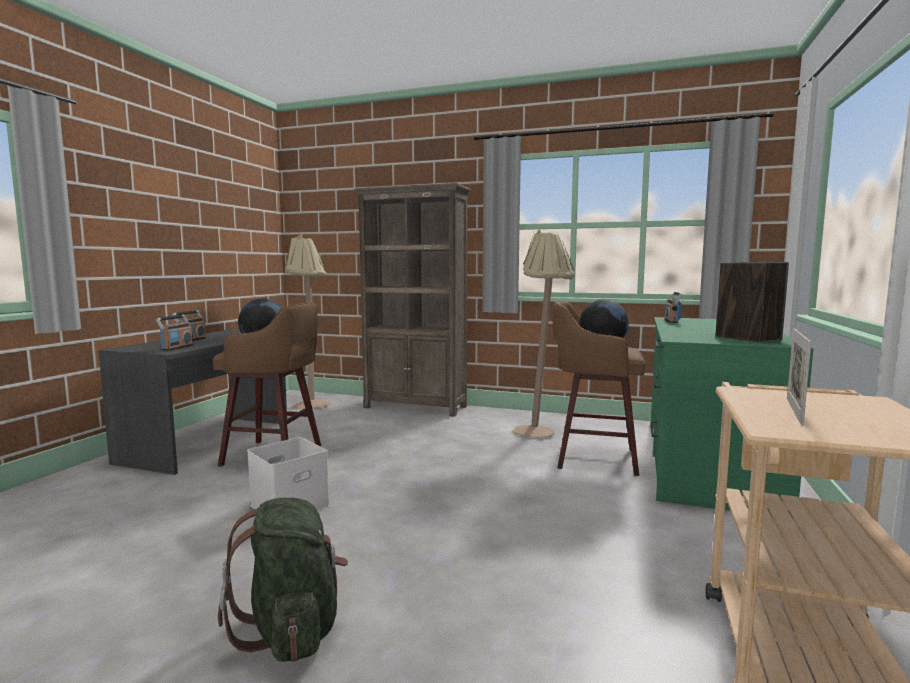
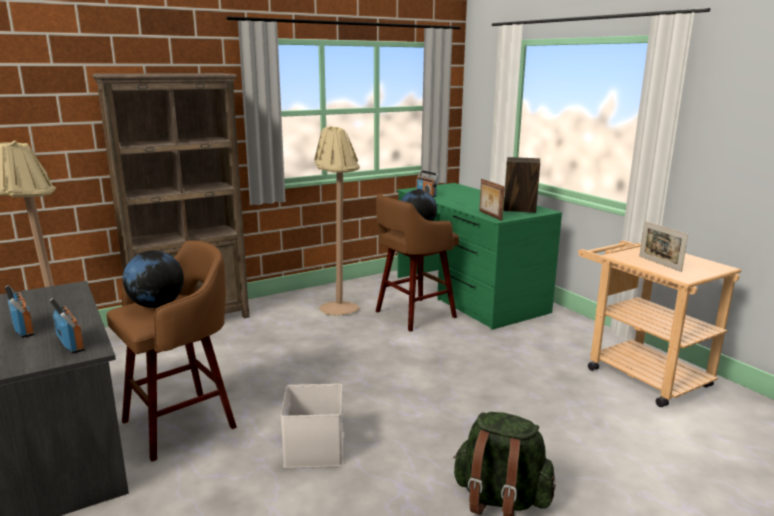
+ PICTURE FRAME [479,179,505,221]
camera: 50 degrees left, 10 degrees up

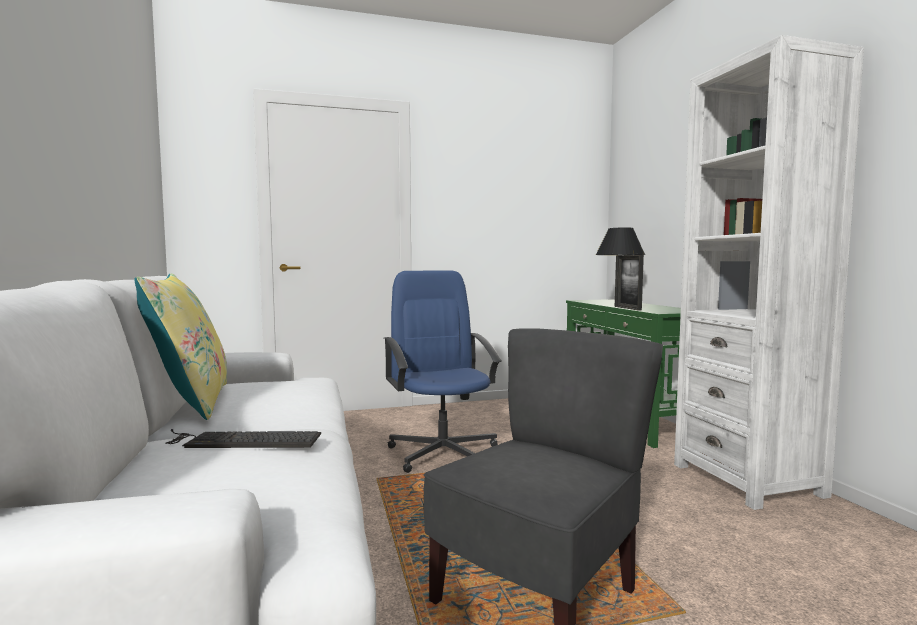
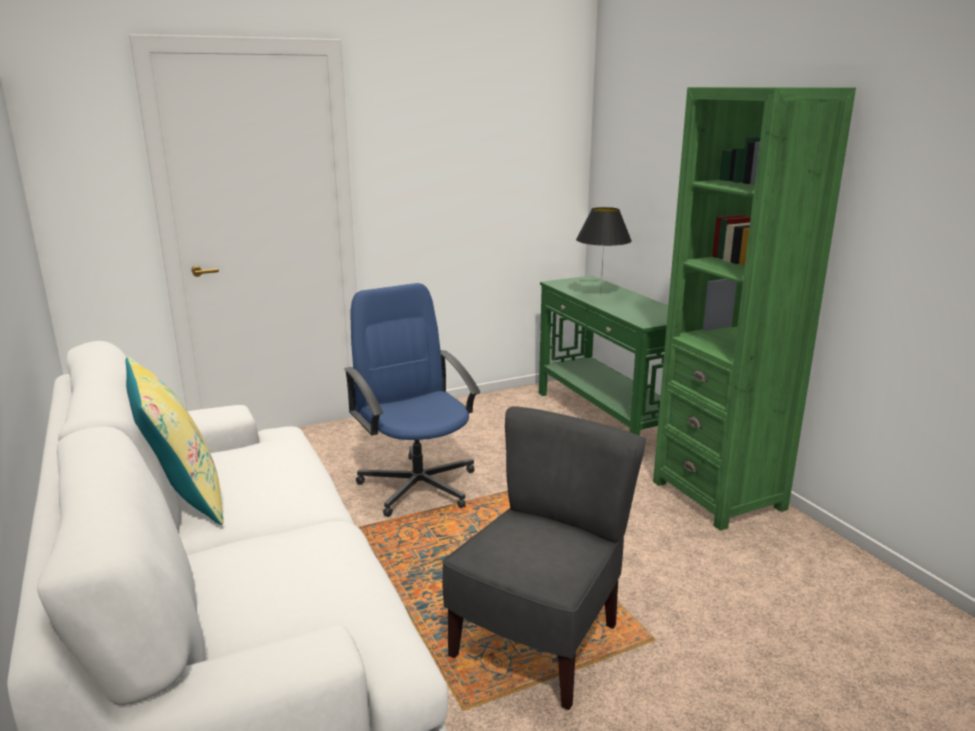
~ WHITE BOOKCASE [674,35,864,510] to GREEN BOOKCASE [653,87,856,531]
- KEYBOARD [165,429,321,448]
- PICTURE FRAME [615,255,644,310]
camera: 10 degrees left, 15 degrees up

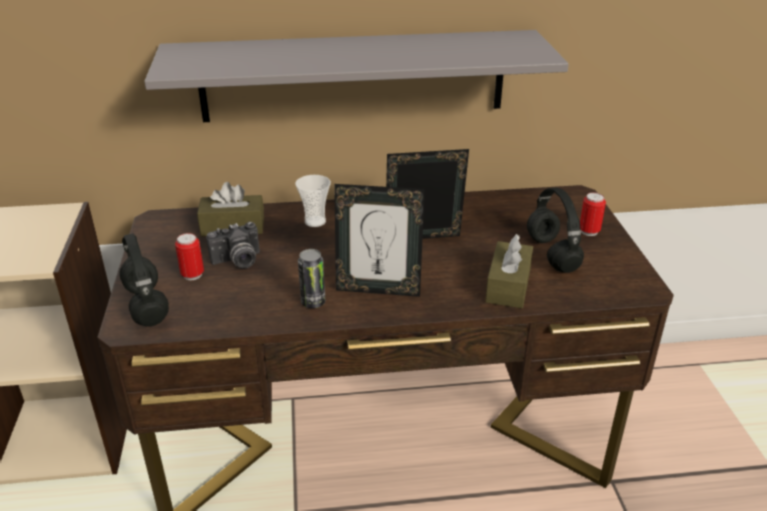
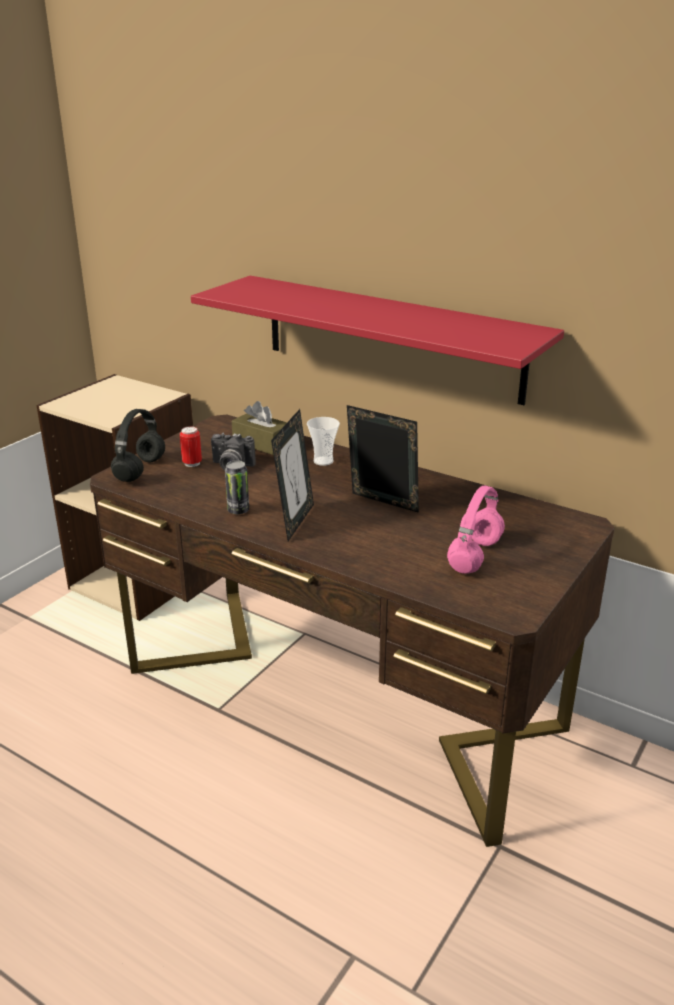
~ GREY SHELF [144,30,569,122] to RED SHELF [191,276,564,405]
~ PICTURE FRAME [334,184,425,297] = [271,409,314,541] 120 degrees counterclockwise
~ BLACK HEADPHONES [527,188,584,273] to PINK HEADPHONES [447,485,505,574]
- BROWN TISSUE BOX [485,234,533,308]
- CAN [580,192,606,236]
camera: 40 degrees right, 5 degrees down

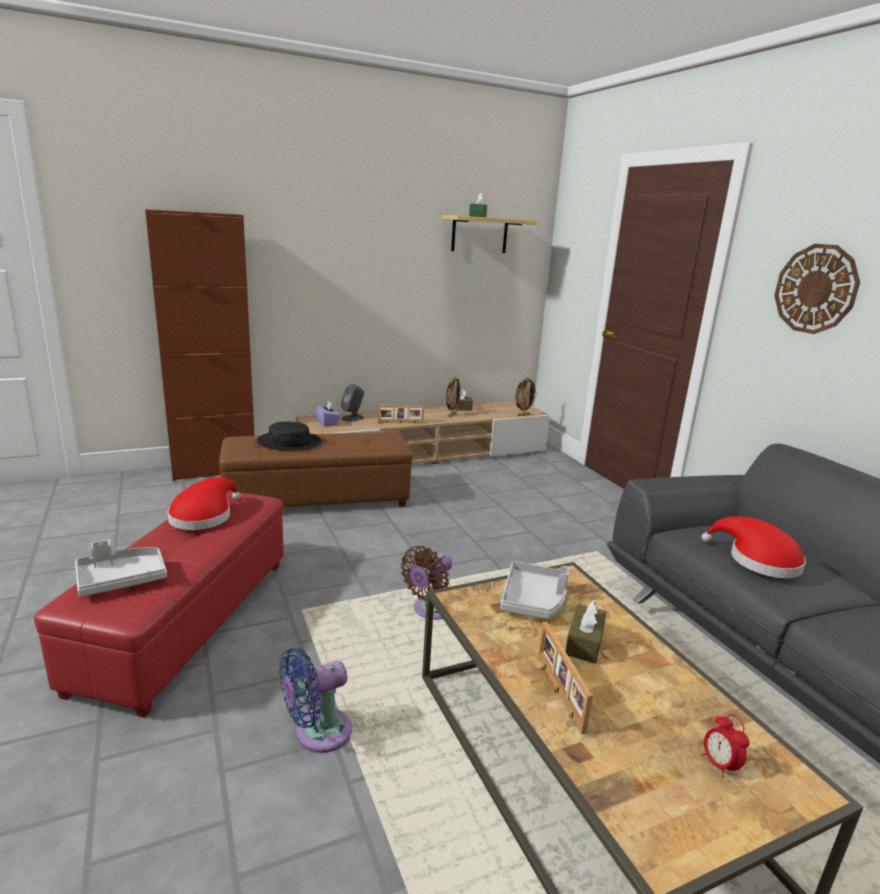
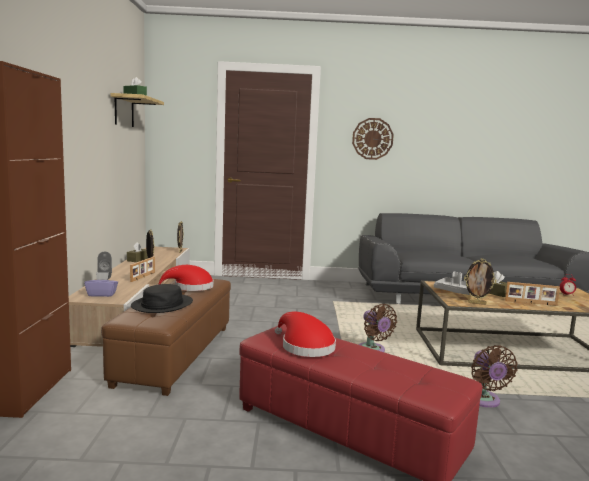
~ RED HAT [702,516,806,578] to [157,265,214,291]
+ PICTURE FRAME [464,258,497,305]
~ BLUE FAN [279,648,352,753] to BROWN FAN [471,345,518,408]
- GREY TRAY [75,539,167,597]
camera: 65 degrees left, 10 degrees down

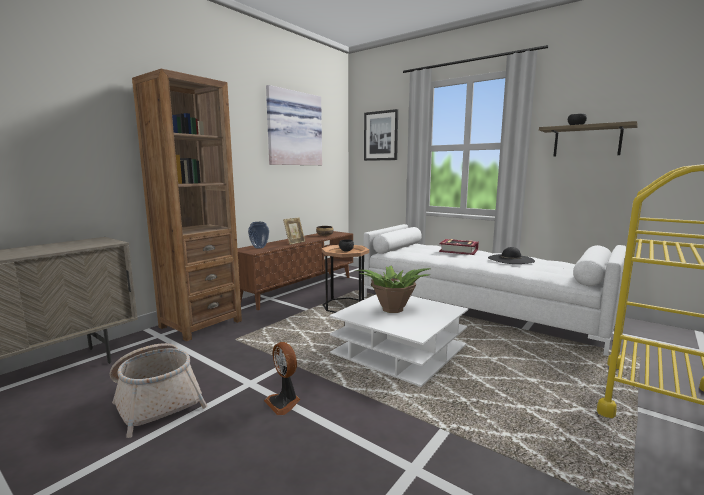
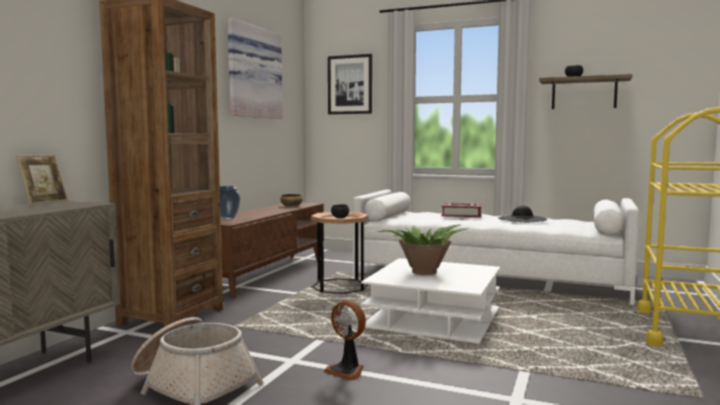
~ PICTURE FRAME [283,218,305,245] to [16,155,68,205]
camera: 15 degrees left, 5 degrees down

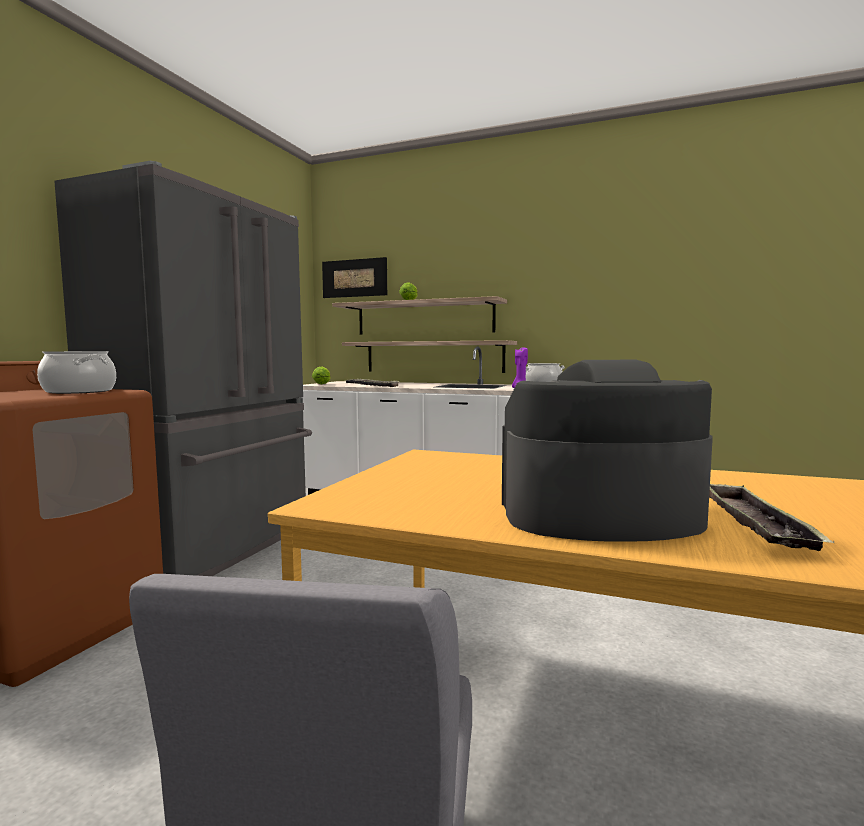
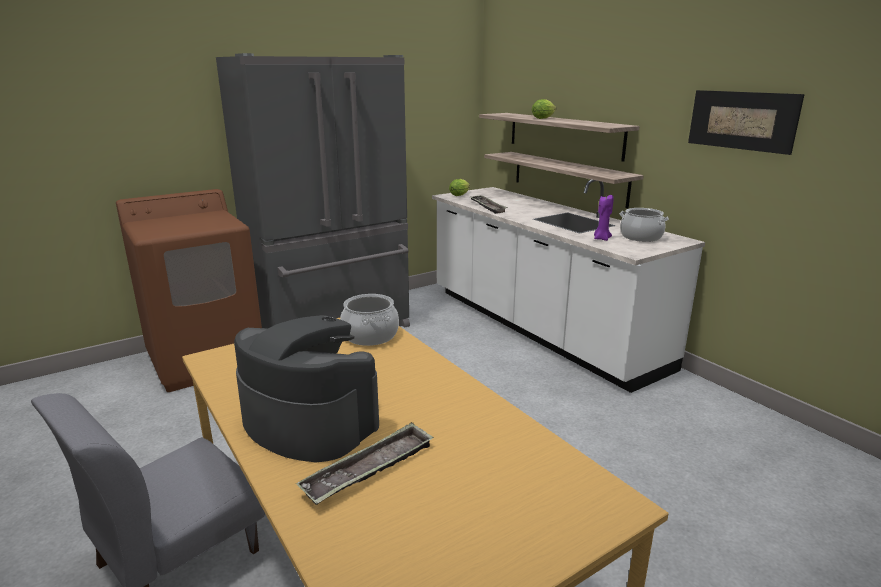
~ COOKING POT [37,351,116,394] to [340,294,399,346]
~ PICTURE [322,257,387,298] to [688,90,805,155]
camera: 35 degrees right, 15 degrees up

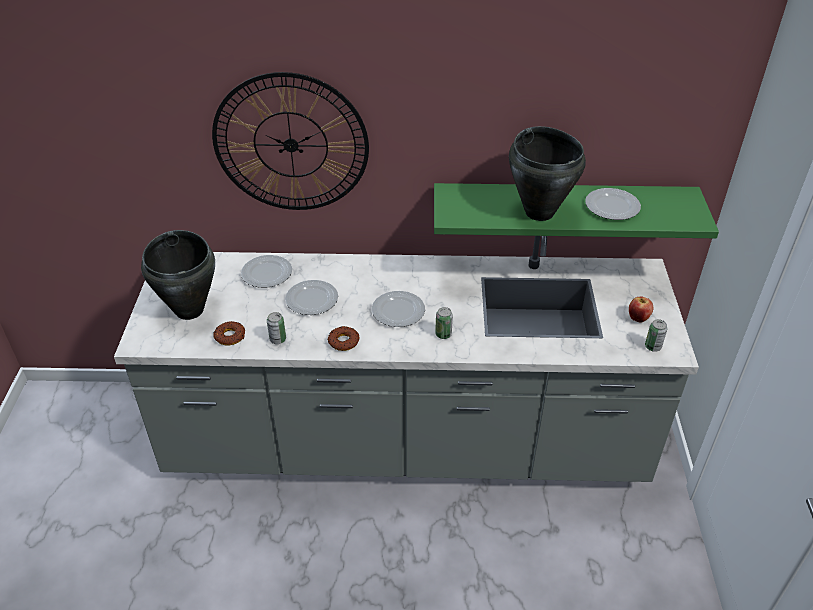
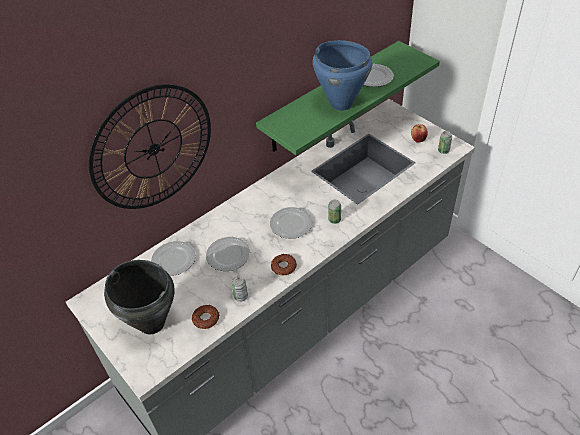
~ BLACK COOKING POT [509,126,586,221] to BLUE COOKING POT [313,40,372,111]
camera: 40 degrees left, 5 degrees up

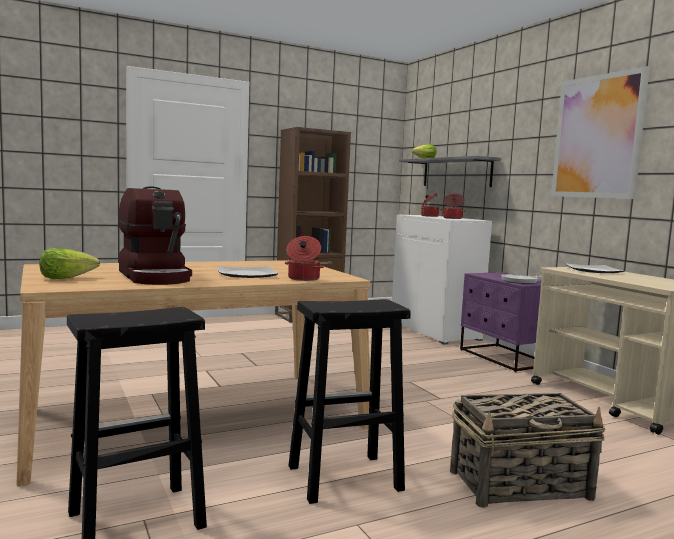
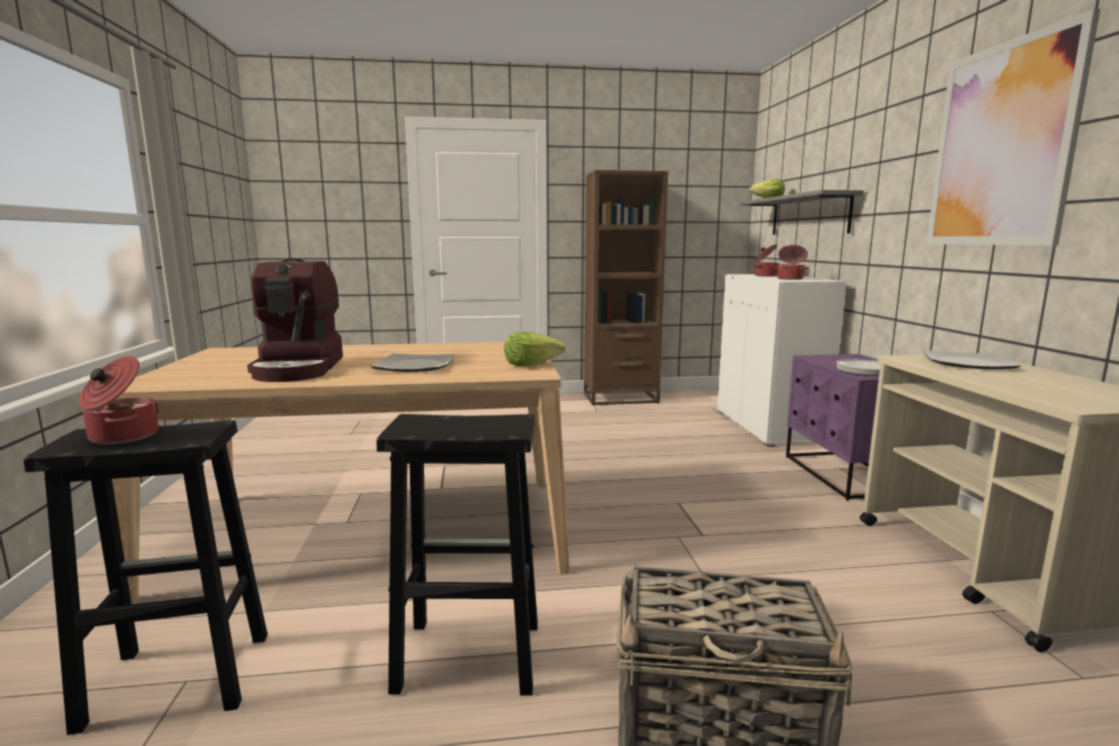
~ COOKING POT [285,236,324,281] to [79,356,160,445]
~ LETTUCE [39,248,100,279] to [504,332,566,366]
camera: 20 degrees right, 5 degrees up

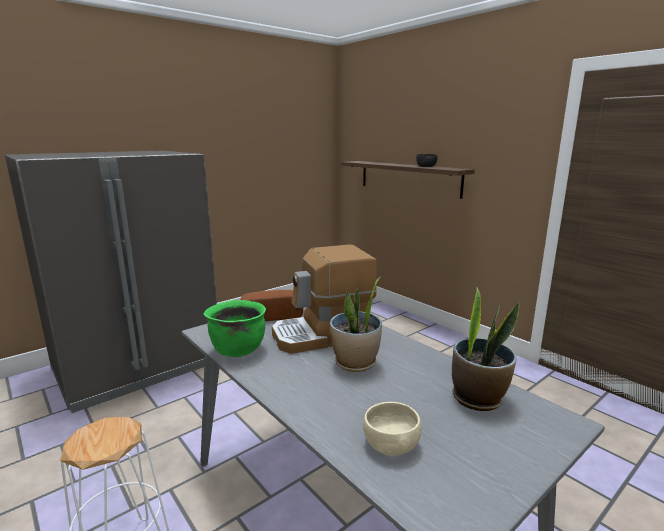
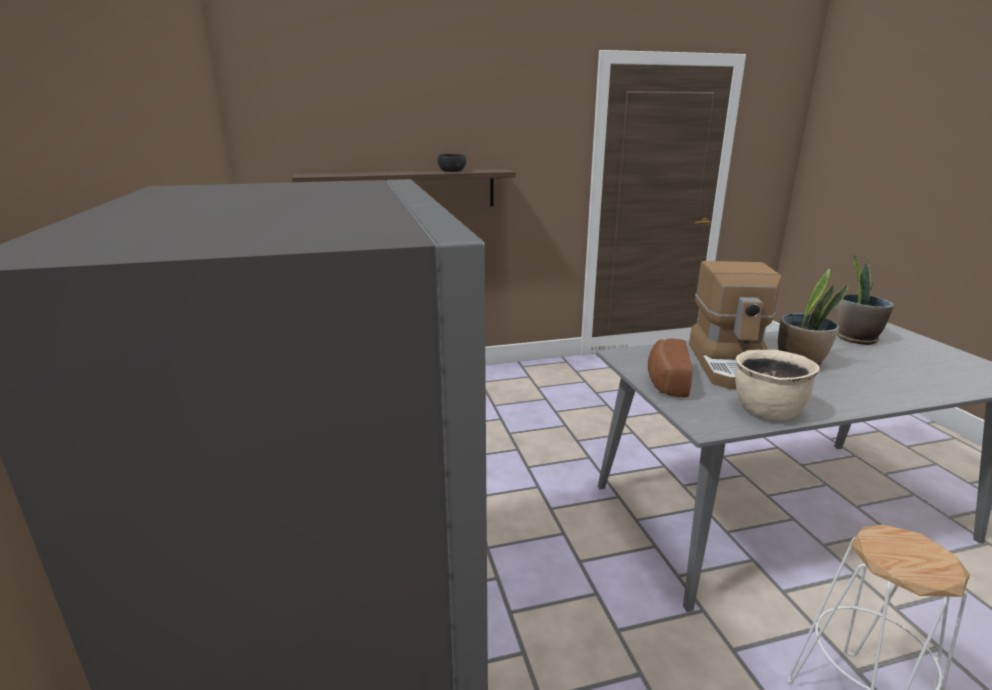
~ GREEN COOKING POT [204,300,266,357] to BEIGE COOKING POT [735,350,820,420]
- BEIGE BOWL [363,402,422,456]
camera: 65 degrees left, 5 degrees up

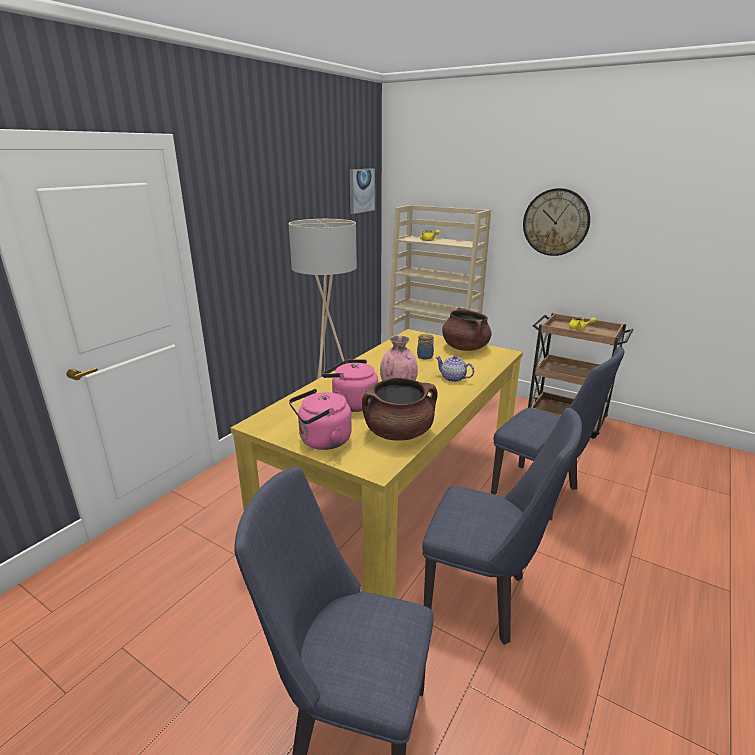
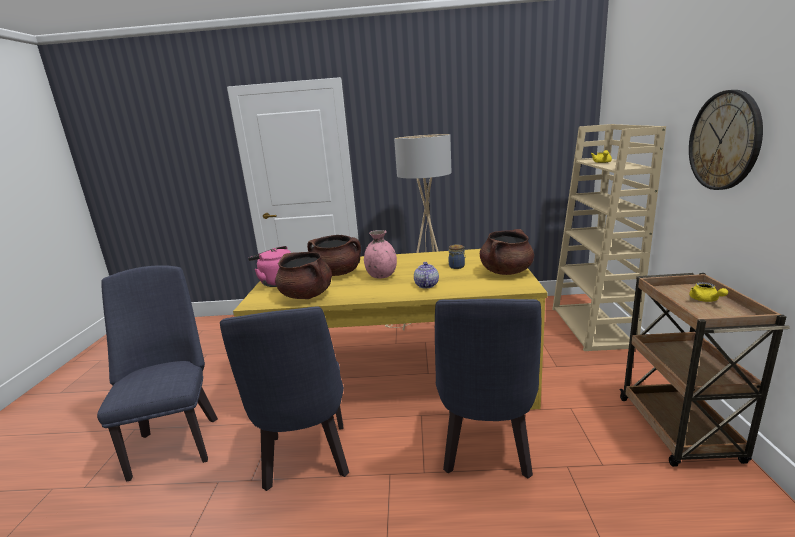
~ PINK KETTLE [322,359,378,412] to BROWN COOKING POT [307,235,361,276]
- PICTURE [350,168,375,214]
camera: 60 degrees right, 5 degrees down

